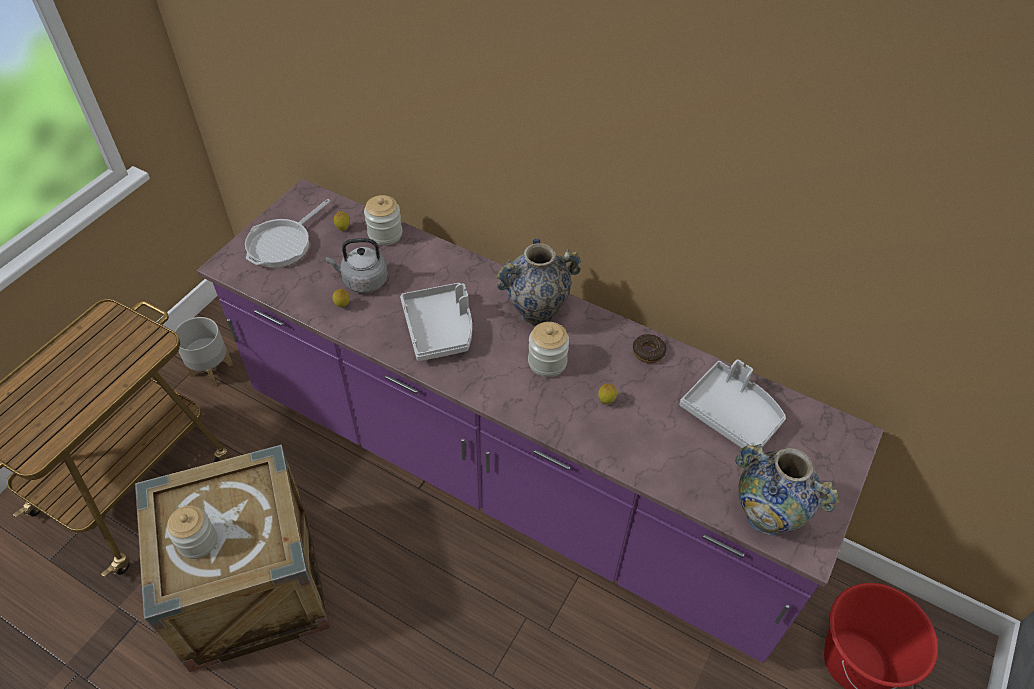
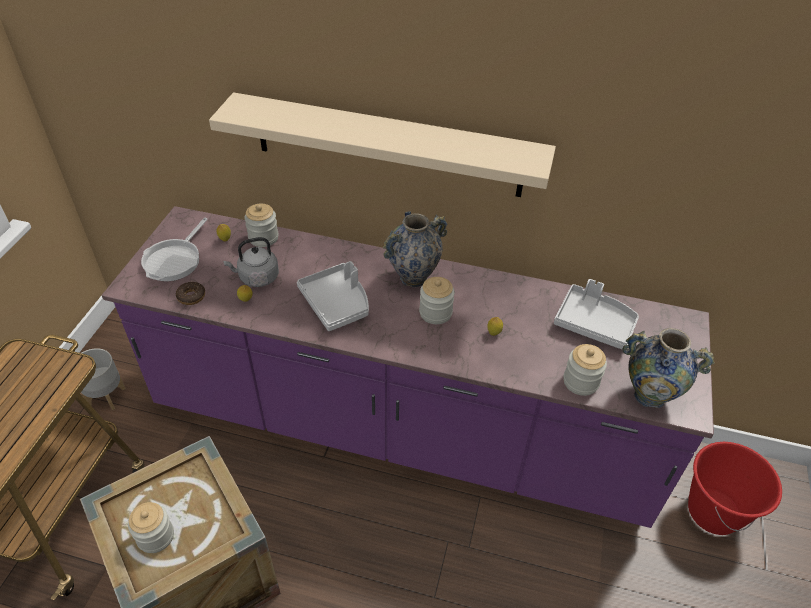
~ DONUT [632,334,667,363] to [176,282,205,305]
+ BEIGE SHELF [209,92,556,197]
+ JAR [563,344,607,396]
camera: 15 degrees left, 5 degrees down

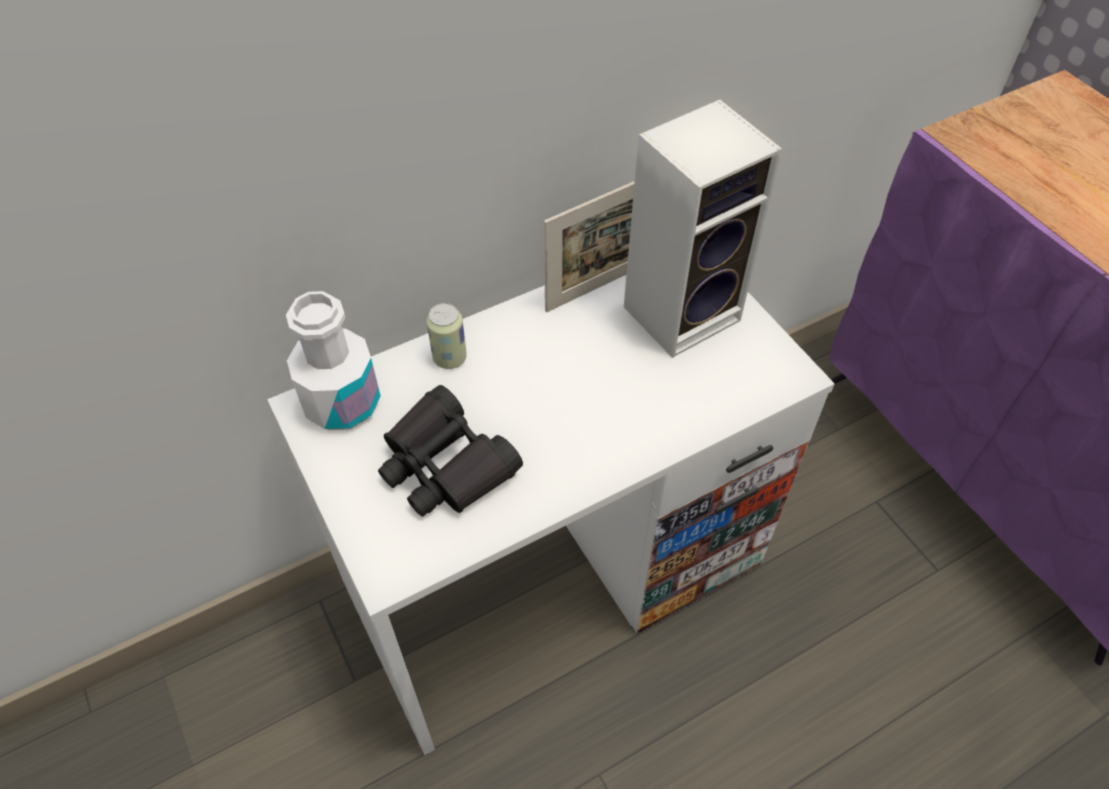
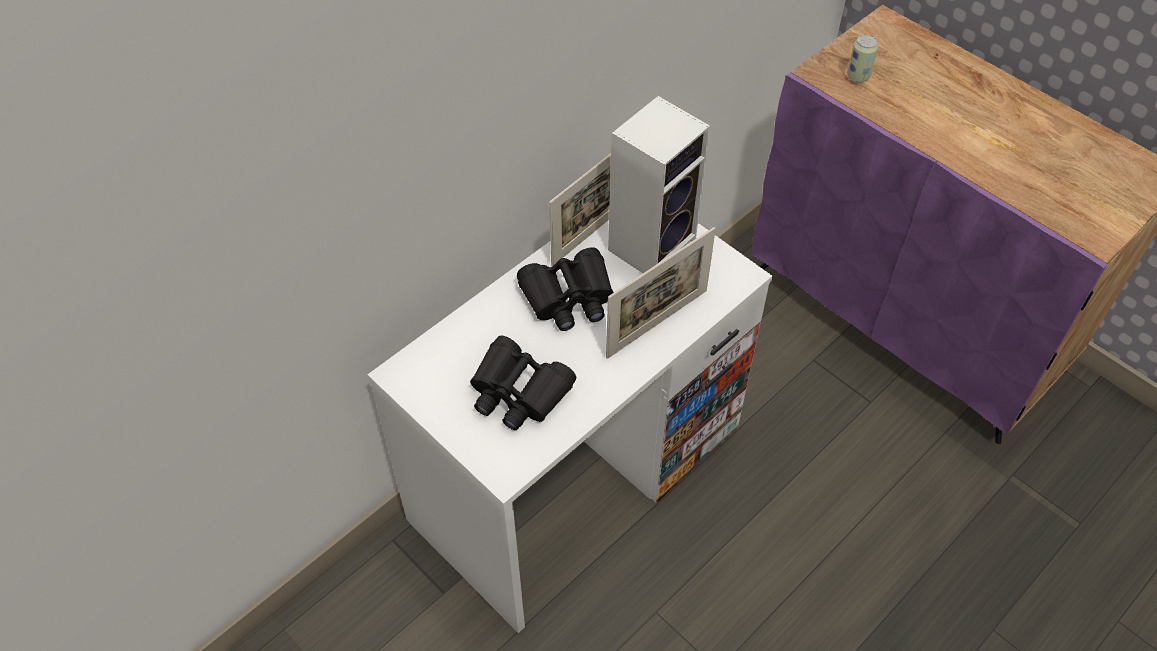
+ BLACK BINOCULARS [517,247,614,331]
+ PICTURE FRAME [606,227,716,359]
~ CAN [426,303,467,369] to [847,35,878,82]
- WHITE BOTTLE [286,291,381,430]
camera: 15 degrees left, 0 degrees up

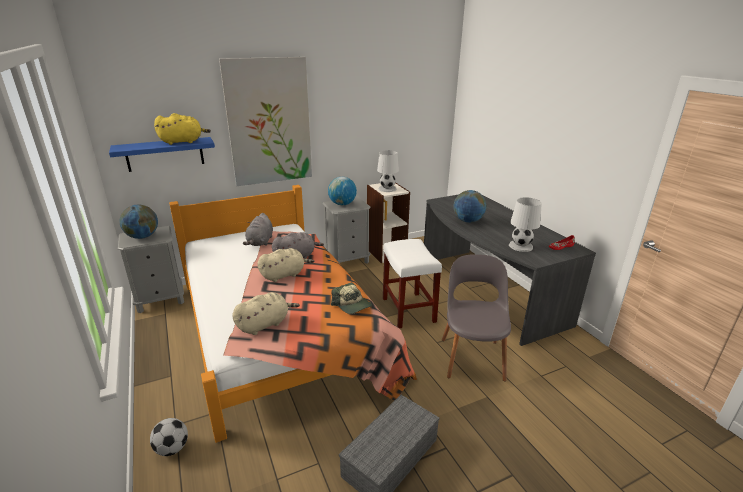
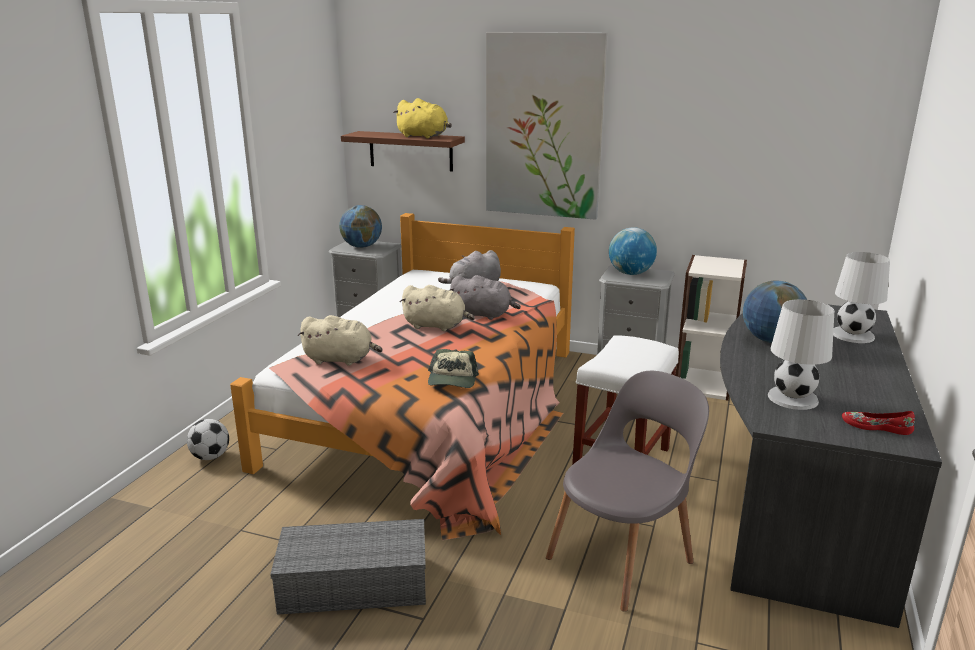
~ BLUE SHELF [109,137,215,172] to BROWN SHELF [341,131,465,172]
~ WHITE TABLE LAMP [377,150,399,192] to [833,252,890,343]
camera: 45 degrees right, 5 degrees down

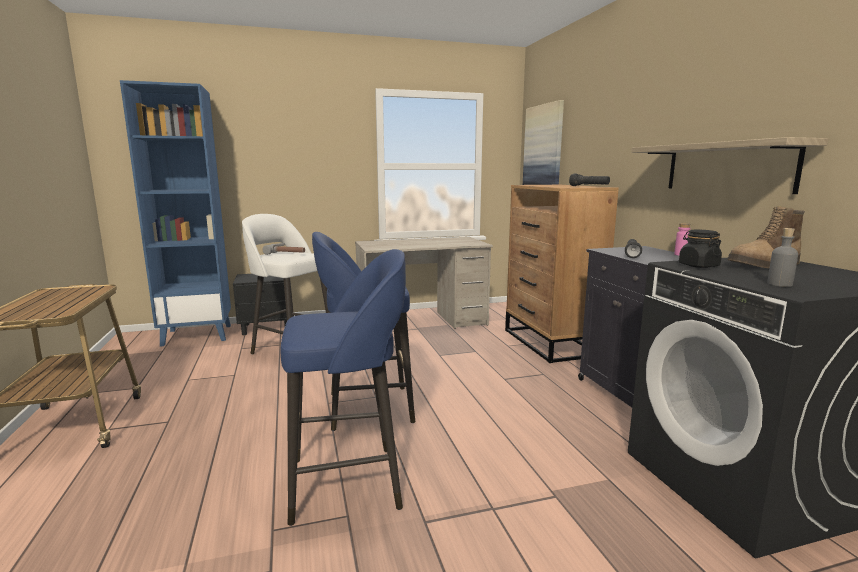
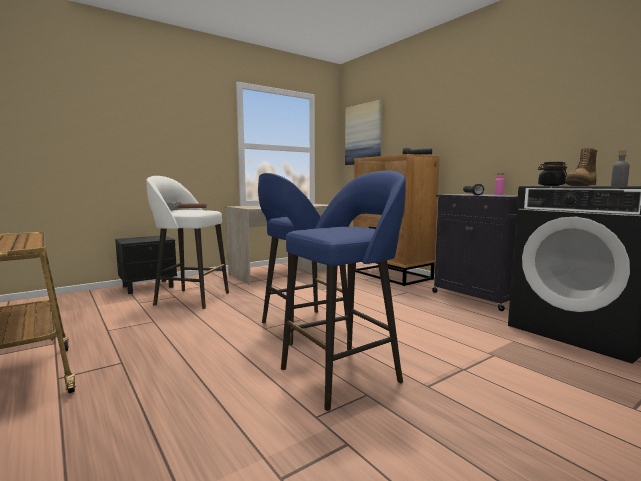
- BLUE BOOKCASE [120,80,231,347]
- SHELF [631,137,828,194]
camera: 20 degrees left, 5 degrees down

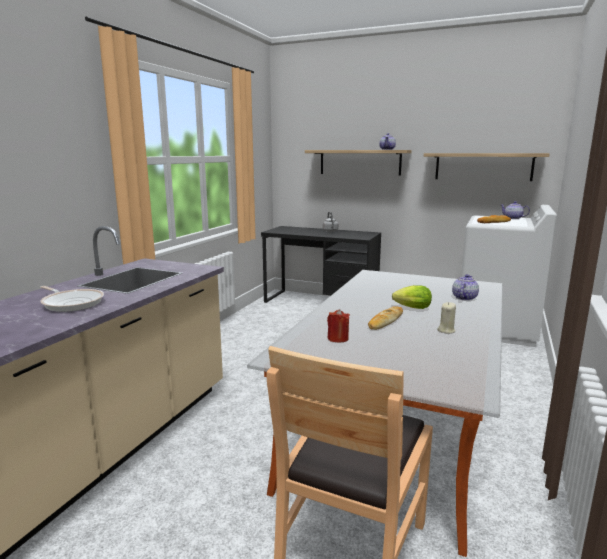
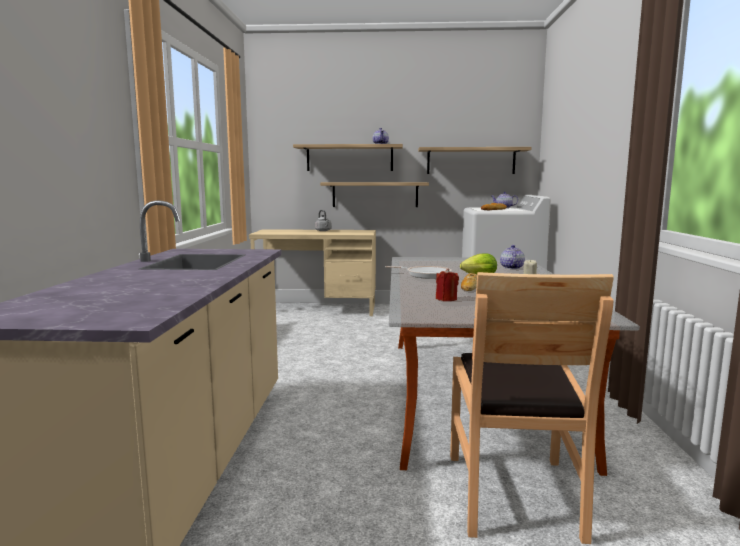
~ BLACK DESK [261,226,381,303] to BEIGE DESK [249,229,376,316]
+ SHELF [320,182,429,207]
~ FRYING PAN [40,286,104,312] to [385,266,452,279]
camera: 20 degrees left, 5 degrees down

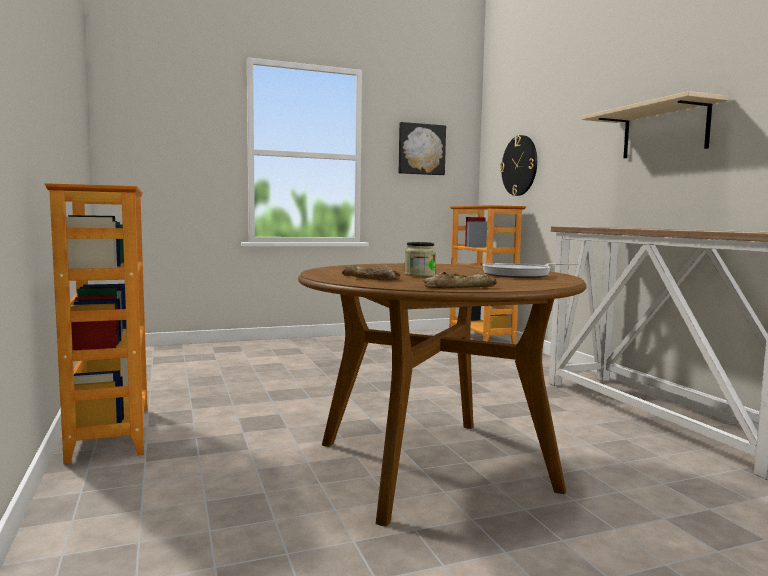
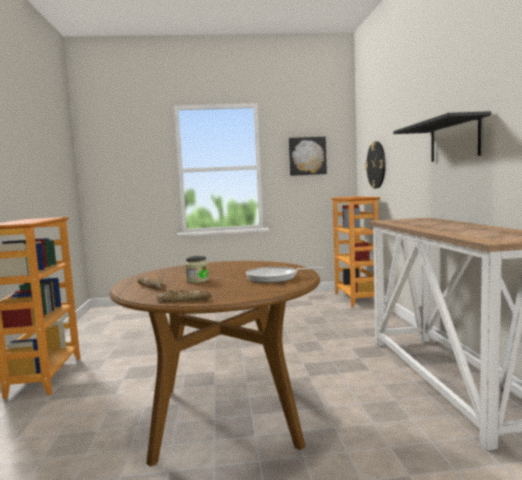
~ BEIGE SHELF [581,91,729,159] to BLACK SHELF [393,111,491,162]
camera: 15 degrees right, 0 degrees up

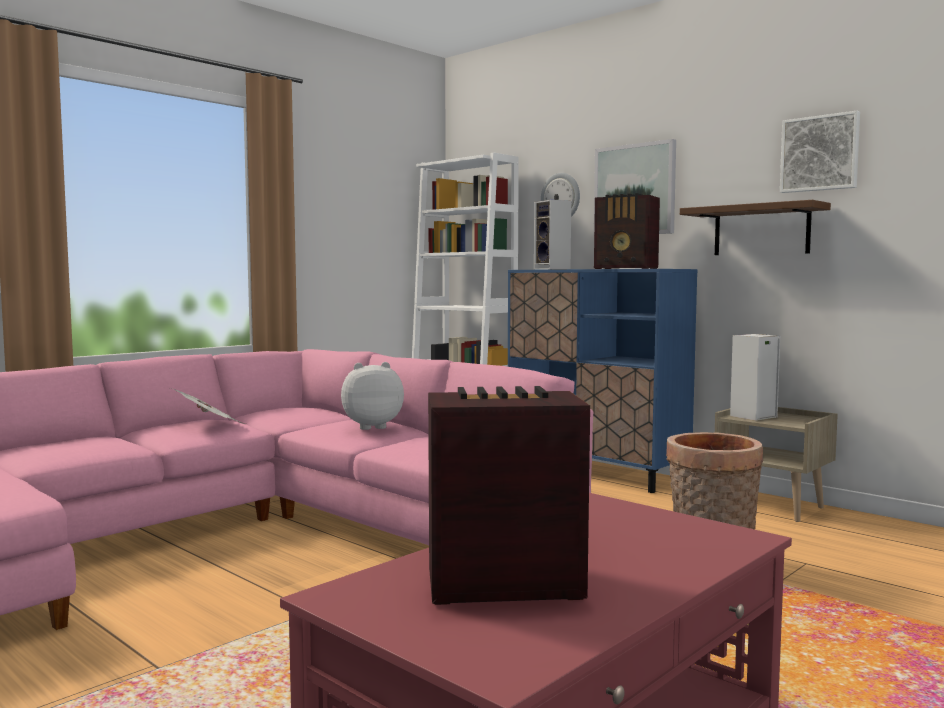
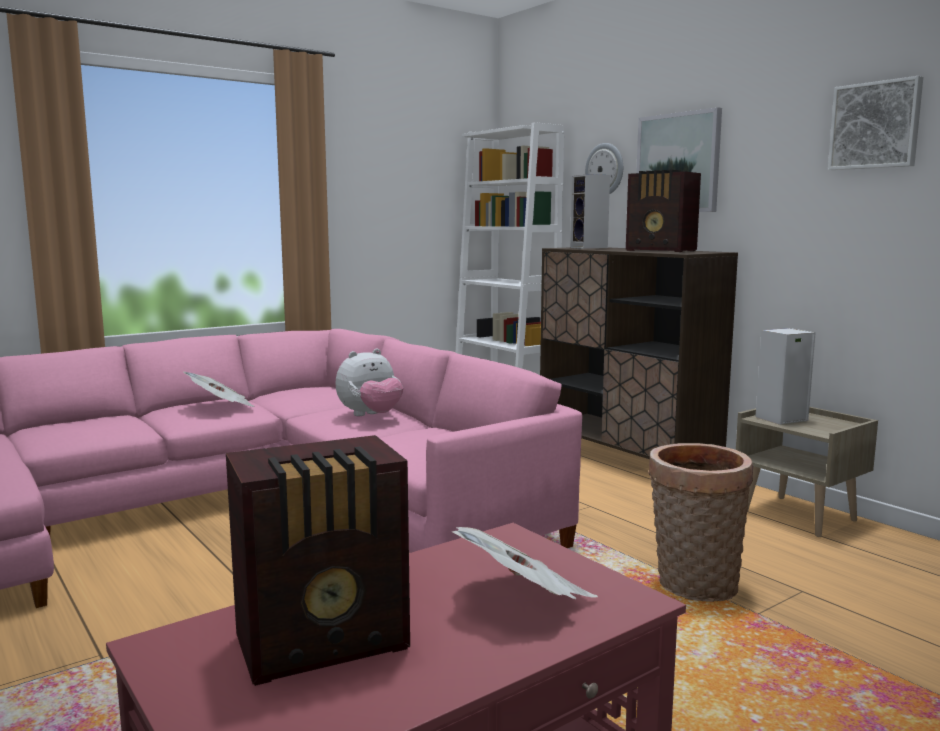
~ RADIO [428,386,590,605] = [226,435,410,686] 150 degrees clockwise
~ PLUSH TOY [341,362,404,430] = [336,349,403,416] 150 degrees clockwise
+ NEWSPAPER [451,527,598,599]
~ BLUE CABINET [508,269,697,493] to BROWN CABINET [540,248,738,459]
- BROWN SHELF [680,200,831,255]
camera: 10 degrees right, 5 degrees up

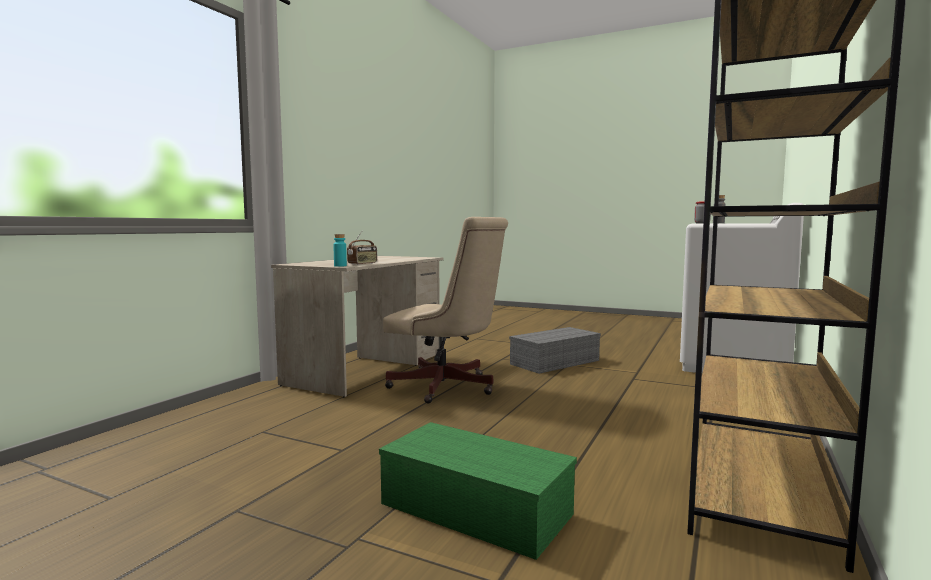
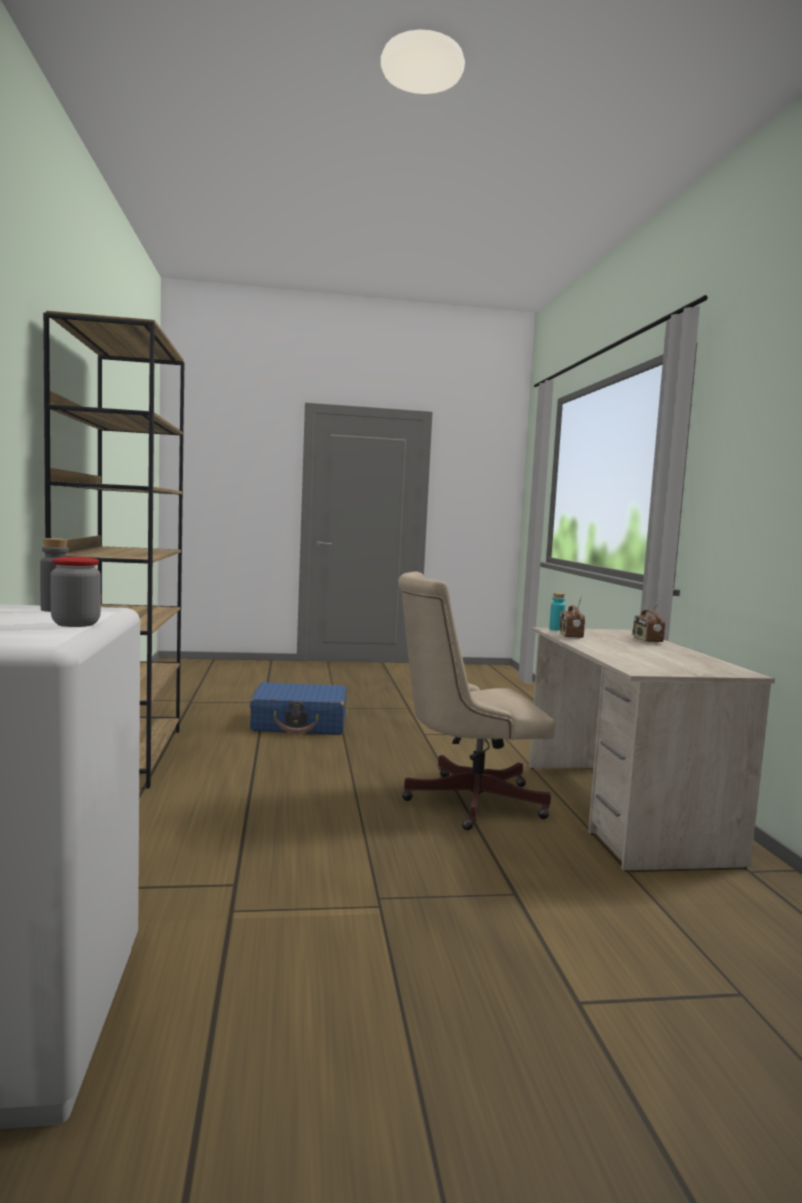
~ GREEN STORAGE BOX [379,422,577,560] to BLUE SUITCASE [250,682,346,735]
+ RADIO [633,599,665,643]
- GREY STORAGE BOX [509,327,601,374]
camera: 145 degrees right, 0 degrees up

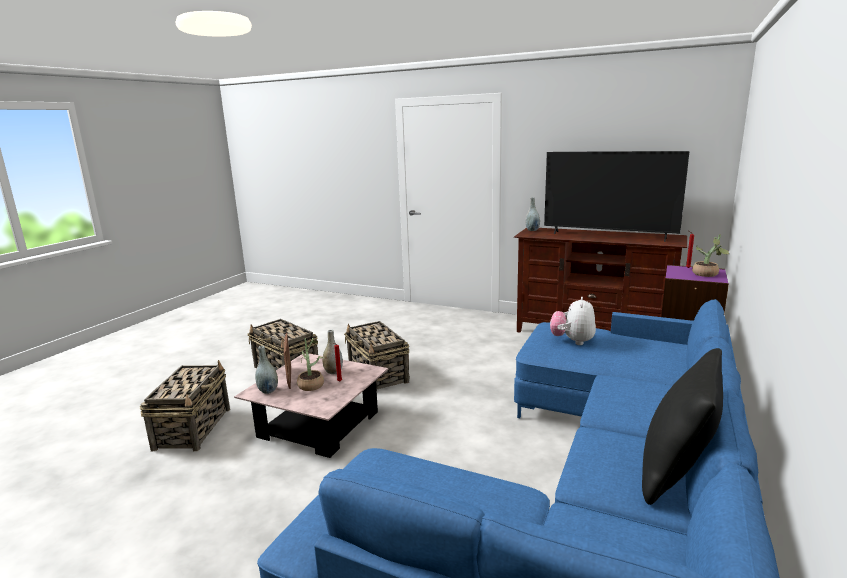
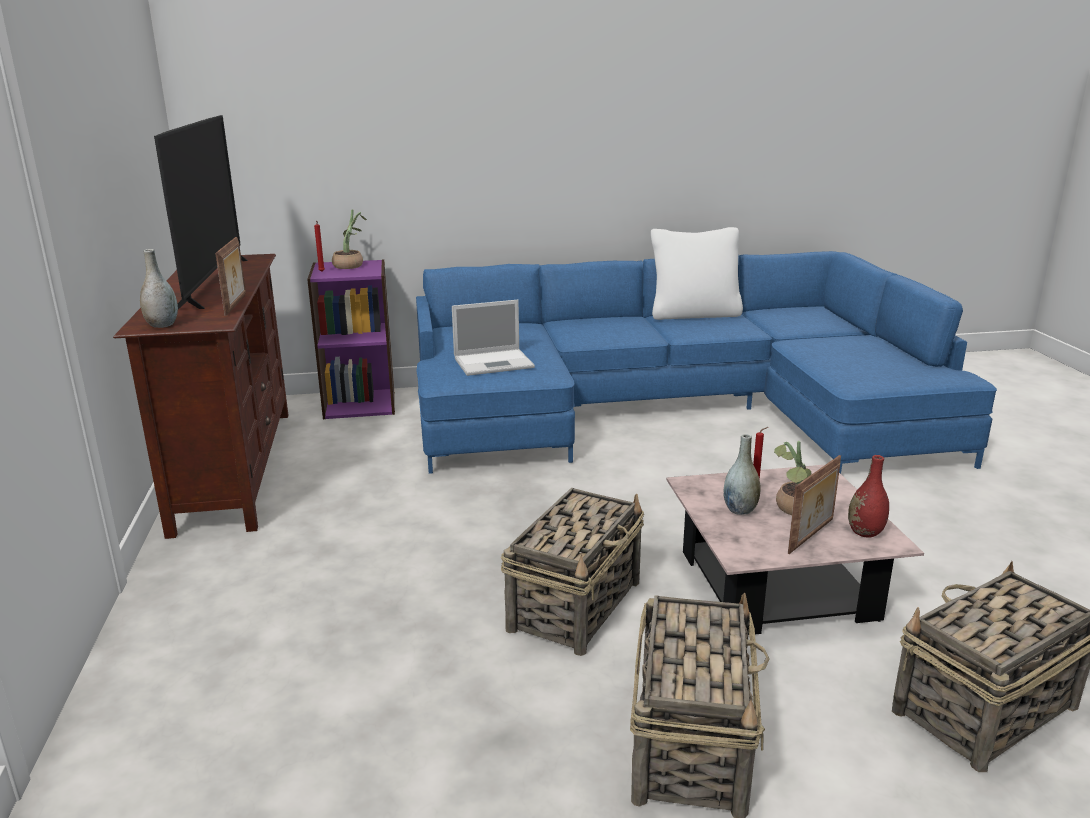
+ PICTURE FRAME [215,237,246,316]
~ PLUSH TOY [550,297,596,345] to LAPTOP [452,300,535,376]
~ BLACK PILLOW [642,348,723,505] to WHITE PILLOW [651,227,743,320]
~ GREY VASE [255,346,278,394] to RED VASE [848,455,889,538]
camera: 125 degrees left, 5 degrees up

